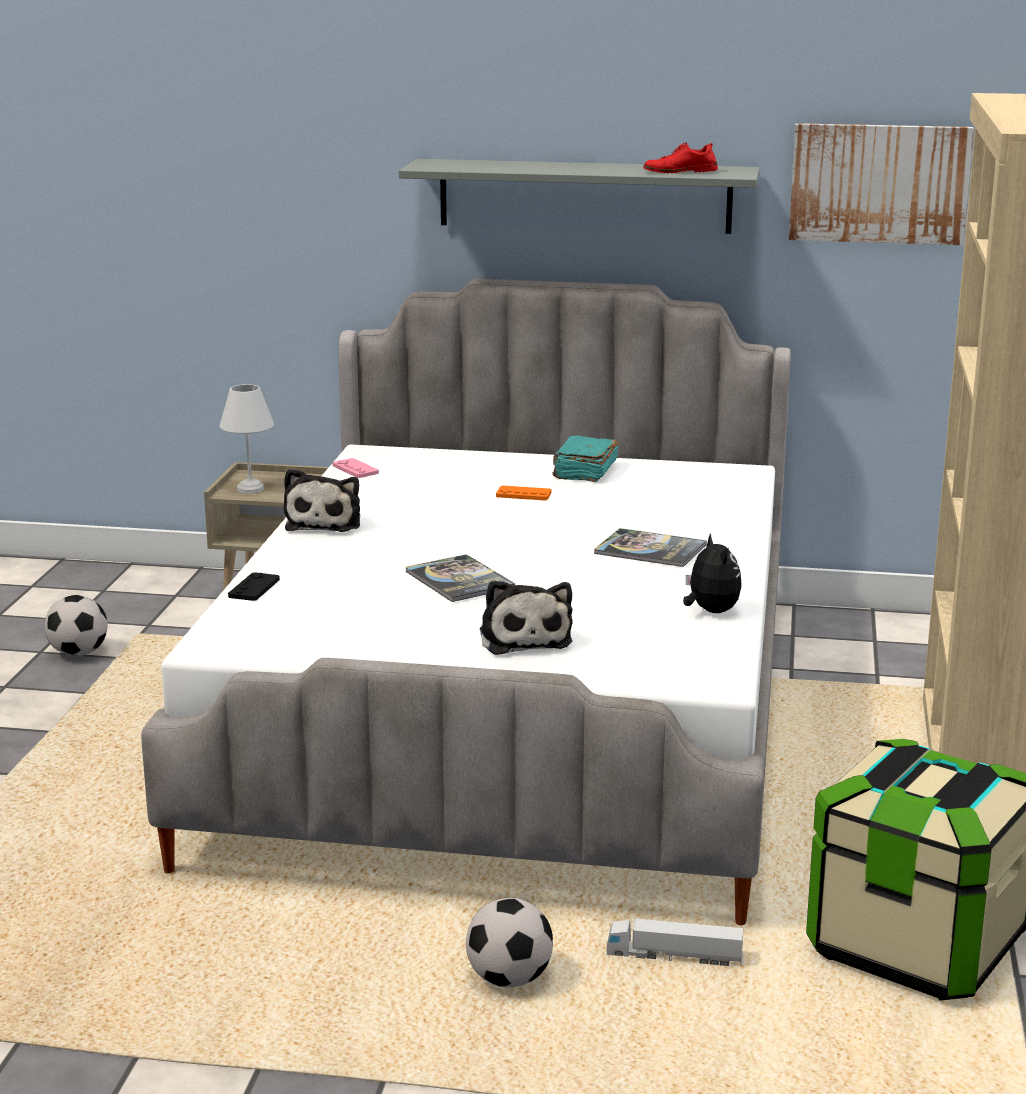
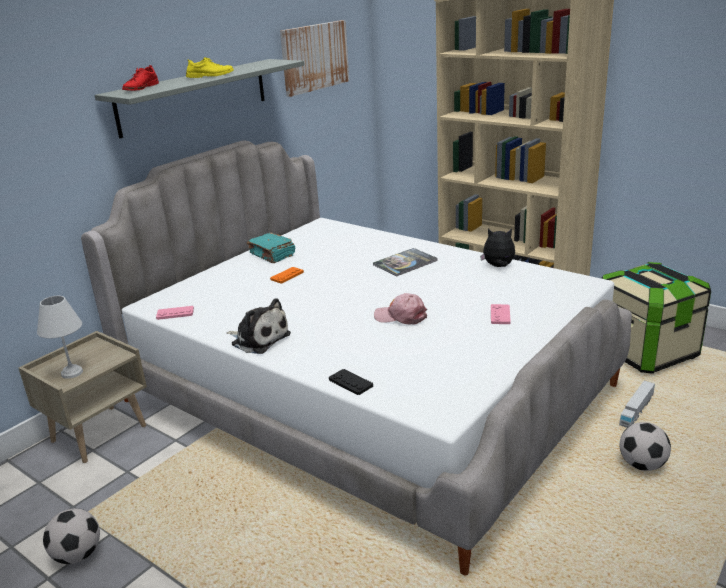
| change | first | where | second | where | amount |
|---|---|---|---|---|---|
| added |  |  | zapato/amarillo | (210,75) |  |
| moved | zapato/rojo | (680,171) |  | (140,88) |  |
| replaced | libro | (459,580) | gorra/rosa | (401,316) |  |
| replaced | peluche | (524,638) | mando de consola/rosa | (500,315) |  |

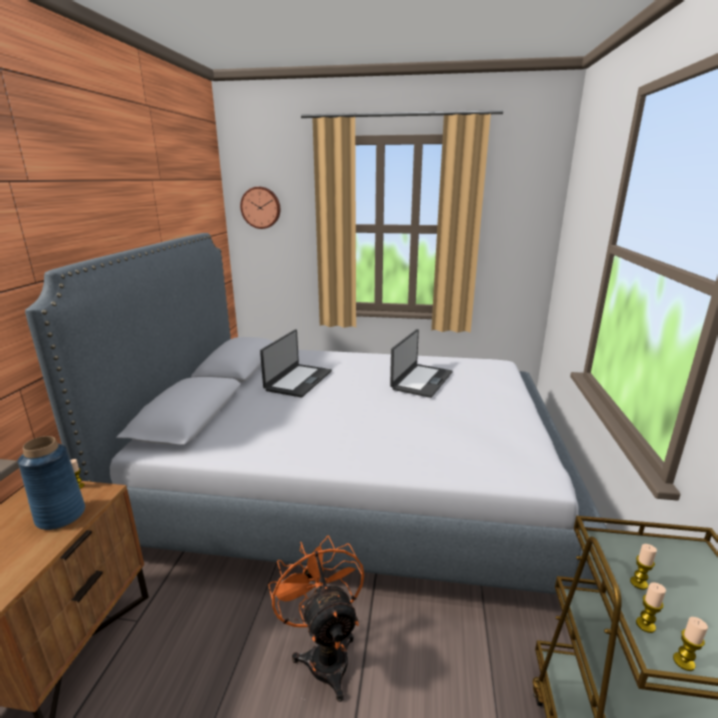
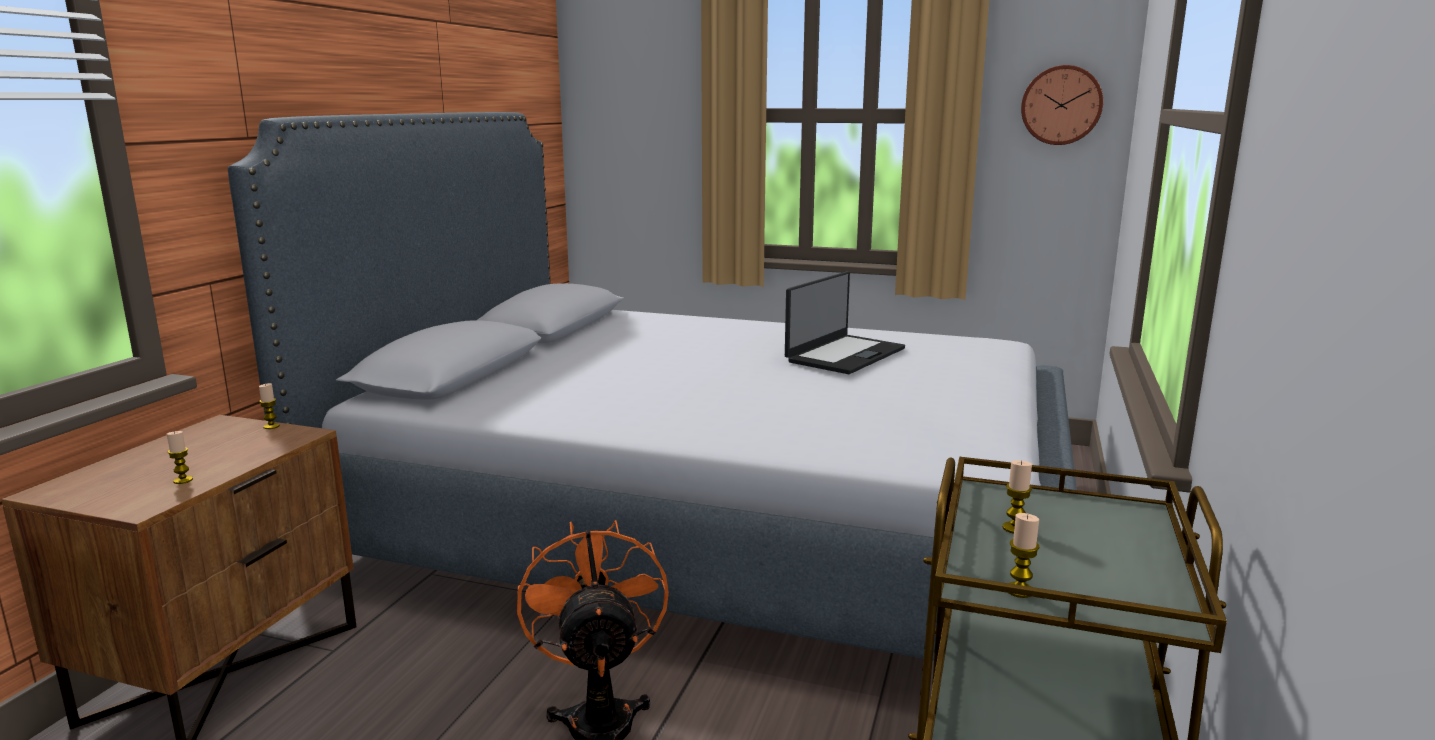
| change | first | where | second | where | amount |
|---|---|---|---|---|---|
| removed | florero/azul | (61,516) |  |  |  |
| removed | portátil | (298,380) |  |  |  |
| moved | reloj de pared | (261,207) |  | (1061,105) |  |
| moved | vela | (645,625) |  | (183,480) |  |

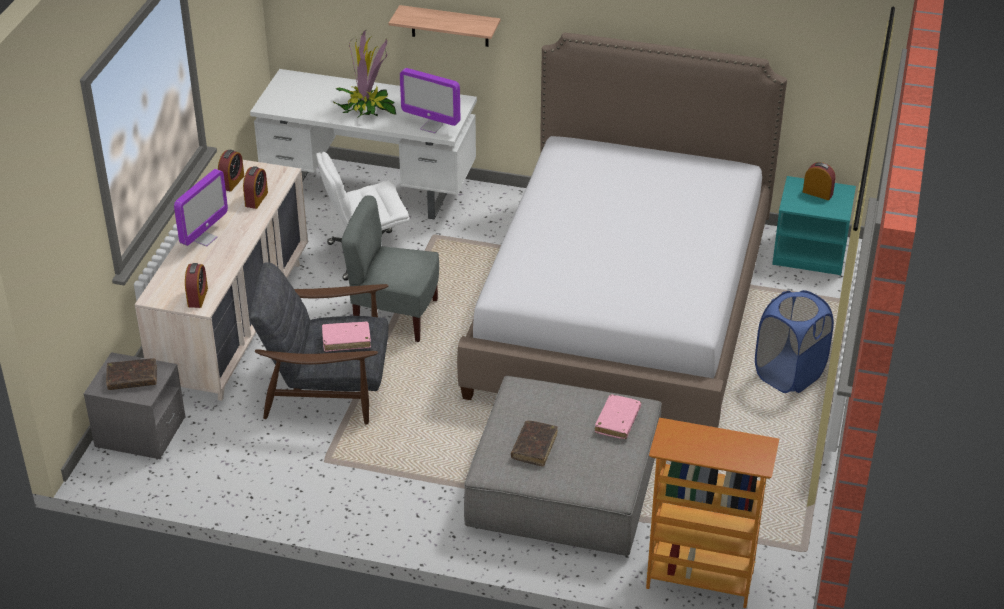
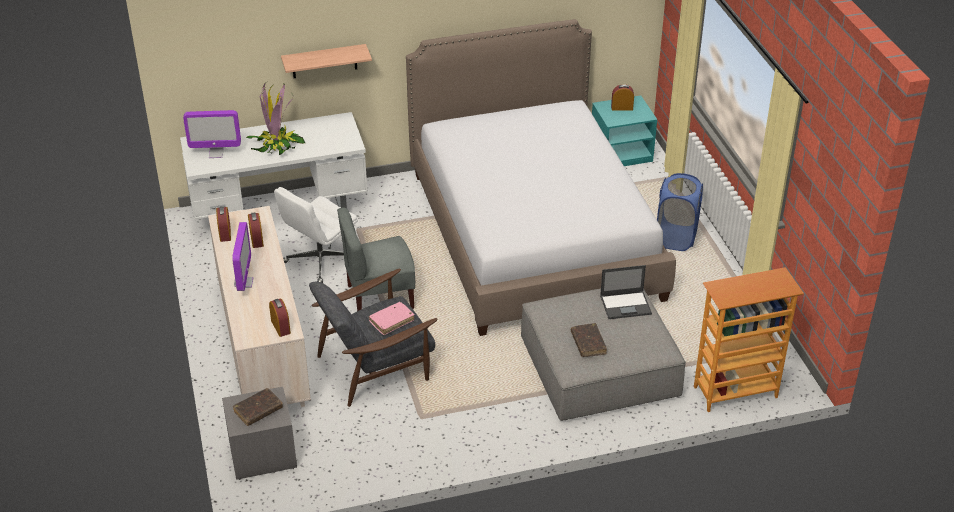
| change | first | where | second | where | amount |
|---|---|---|---|---|---|
| moved | monitor | (431,127) |  | (216,153) |  |
| replaced | libro/rosa | (617,421) | portátil | (626,305) |  |

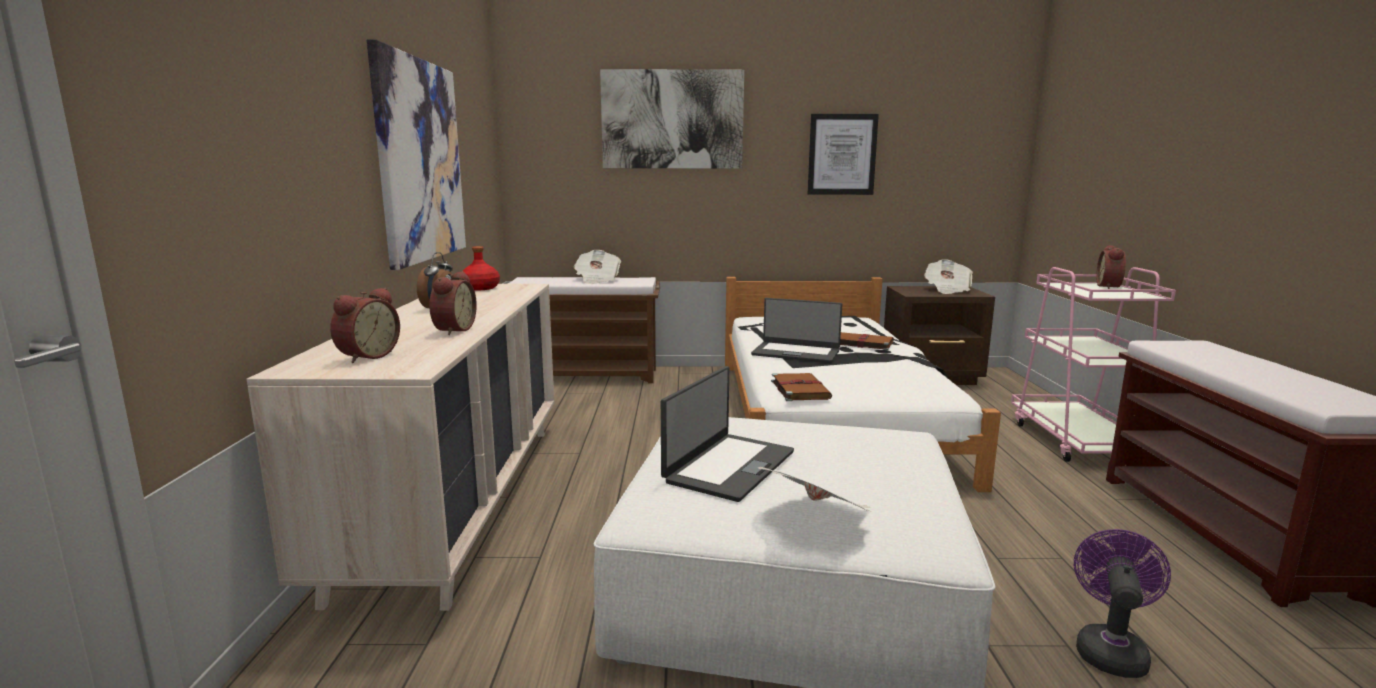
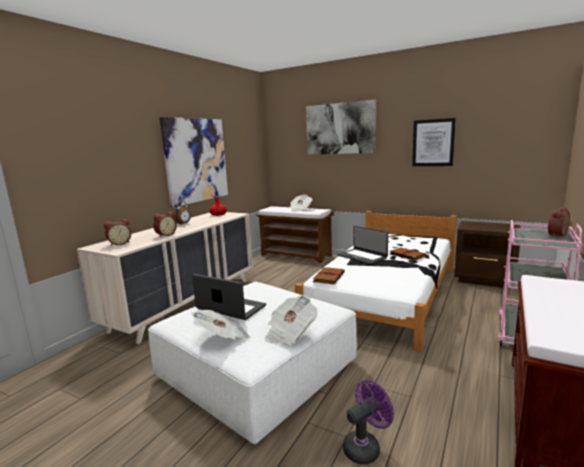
| change | first | where | second | where | amount |
|---|---|---|---|---|---|
| moved | periódico | (947,290) |  | (290,333) |  |
| turned | portátil | (728,466) |  | (230,308) | 120 degrees counterclockwise |

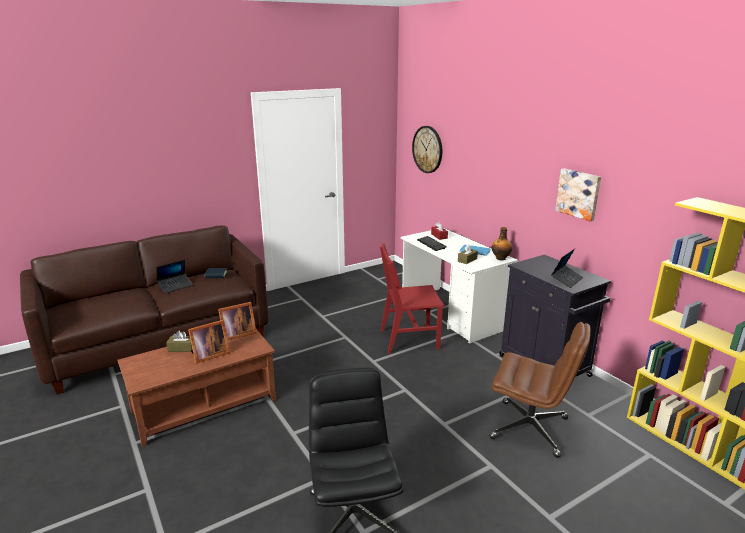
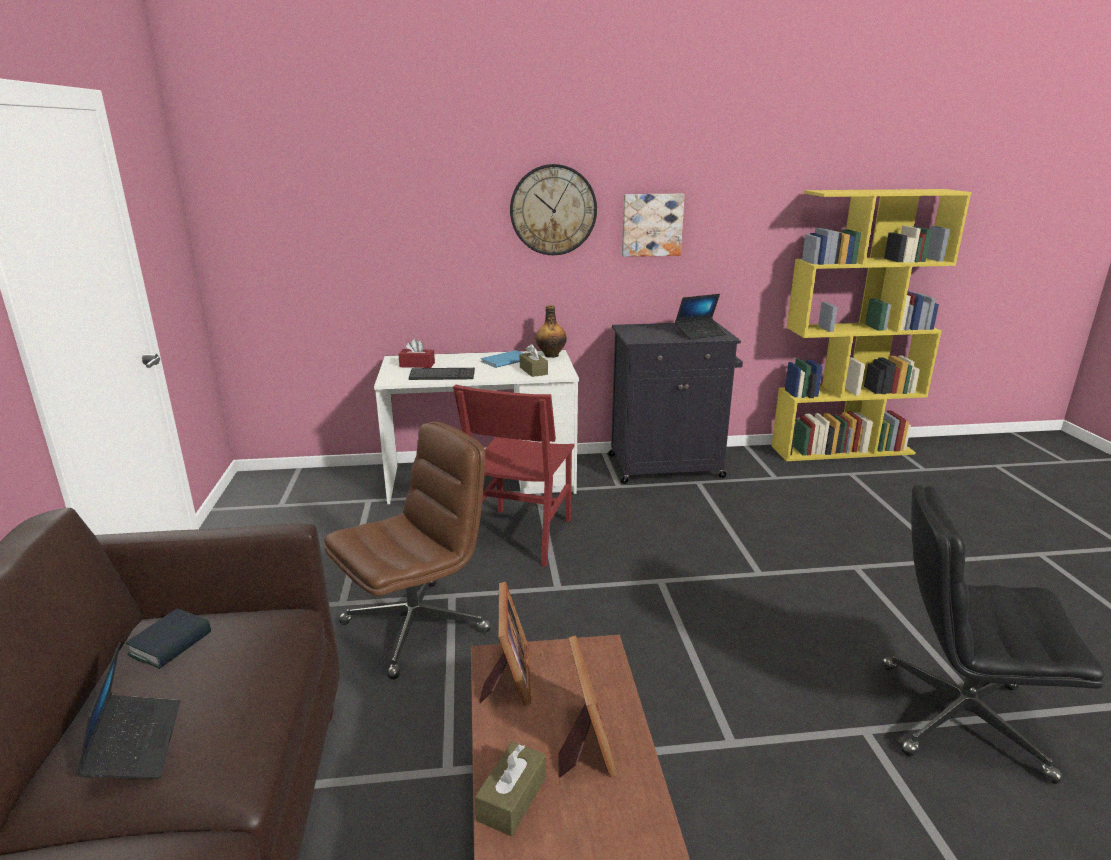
| change | first | where | second | where | amount |
|---|---|---|---|---|---|
| moved | reloj de pared | (427,149) |  | (553,210) |  |
| moved | silla de oficina/marrón | (530,428) |  | (416,626) |  |
| turned | portátil | (566,280) |  | (700,333) | 90 degrees clockwise |

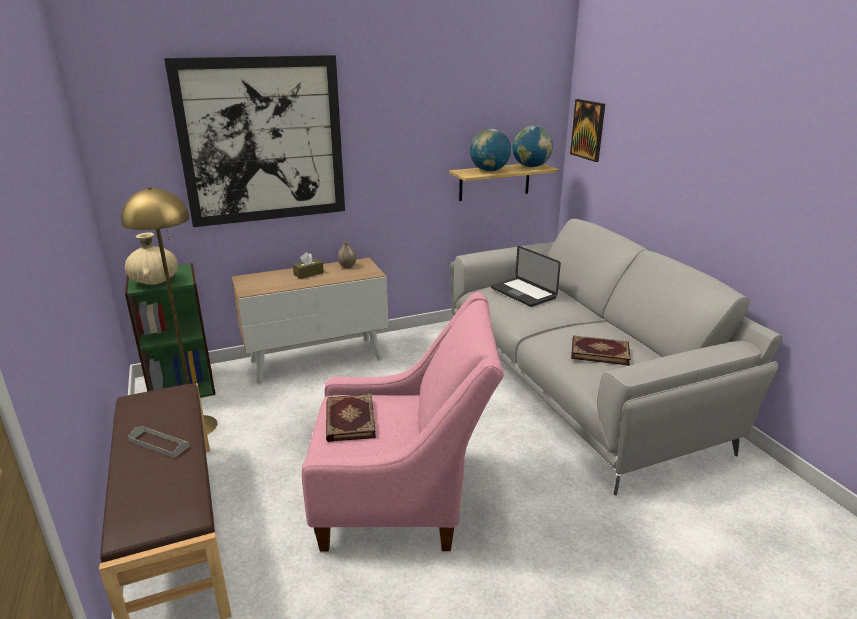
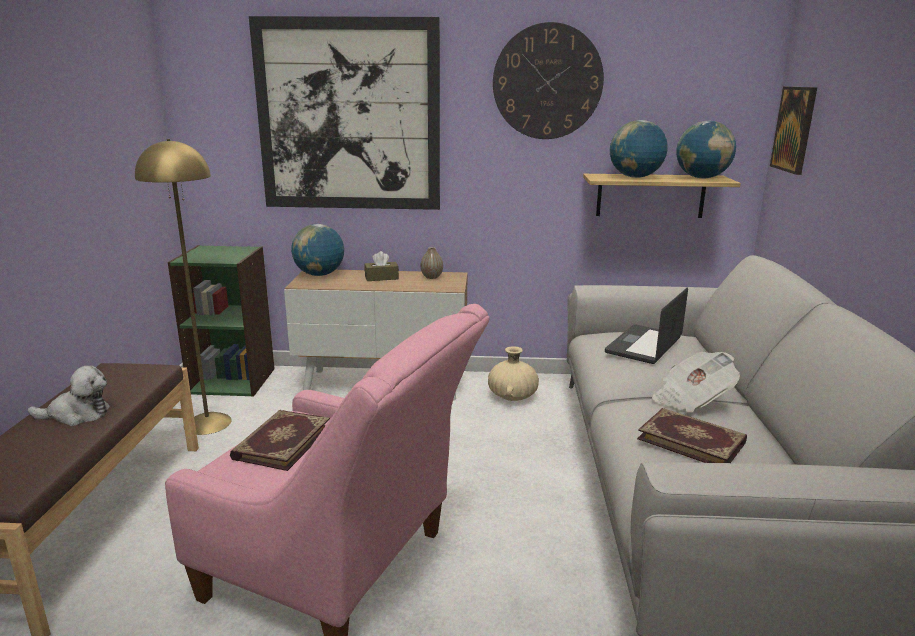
| change | first | where | second | where | amount |
|---|---|---|---|---|---|
| added |  |  | globo terráqueo | (319,274) |  |
| added |  |  | reloj de pared | (547,82) |  |
| added |  |  | periódico | (691,399) |  |
| moved | florero/beis | (154,281) |  | (512,396) |  |
| replaced | bandeja/gris | (159,444) | peluche | (77,415) |  |
| turned | portátil | (523,293) |  | (644,345) | 45 degrees clockwise |

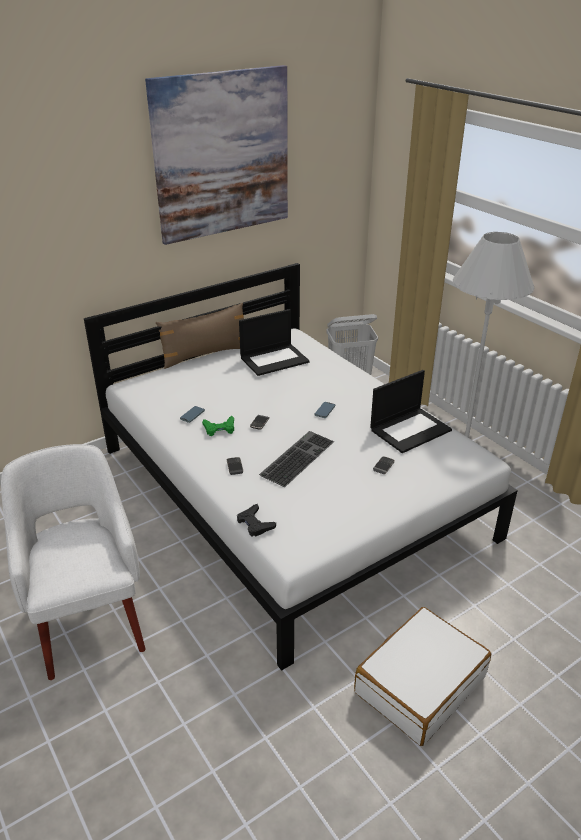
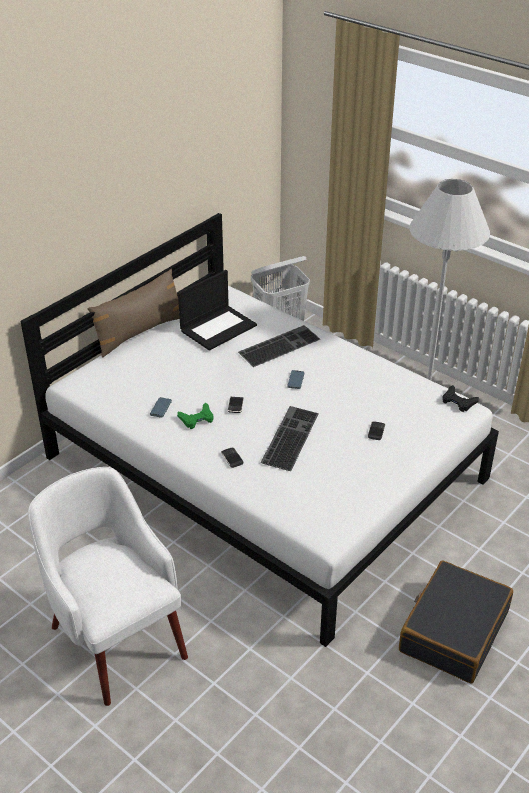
| change | first | where | second | where | amount |
|---|---|---|---|---|---|
| removed | cuadro | (222,155) |  |  |  |
| removed | portátil | (410,429) |  |  |  |
| added |  |  | teclado | (279,345) |  |
| moved | mando de consola/negro | (255,524) |  | (458,401) |  |
| recoloured | maleta/blanco | (419,684) | maleta/negro | (453,631) |  |

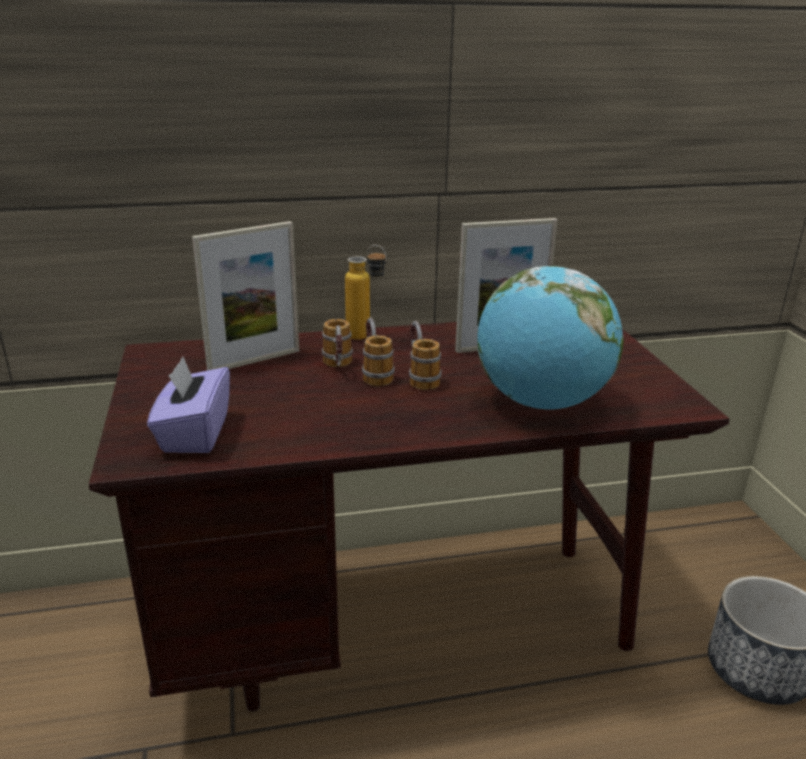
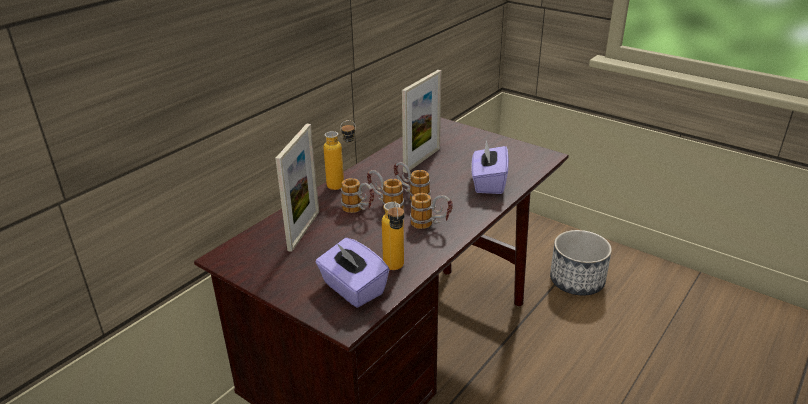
| change | first | where | second | where | amount |
|---|---|---|---|---|---|
| added |  |  | botella | (395,270) |  |
| added |  |  | taza grande | (431,225) |  |
| replaced | globo terráqueo | (541,402) | caja de pañuelos/morado | (488,183) |  |

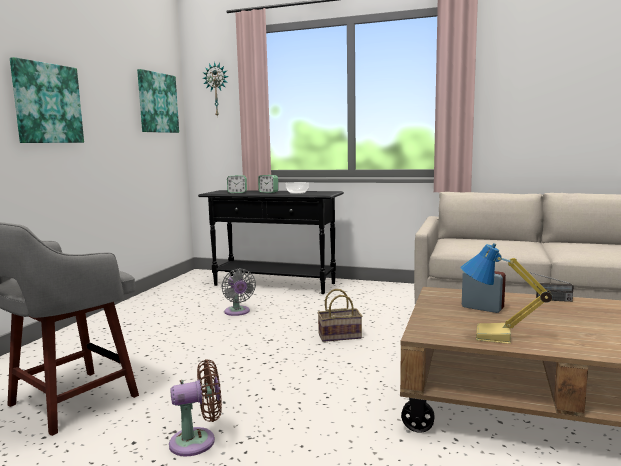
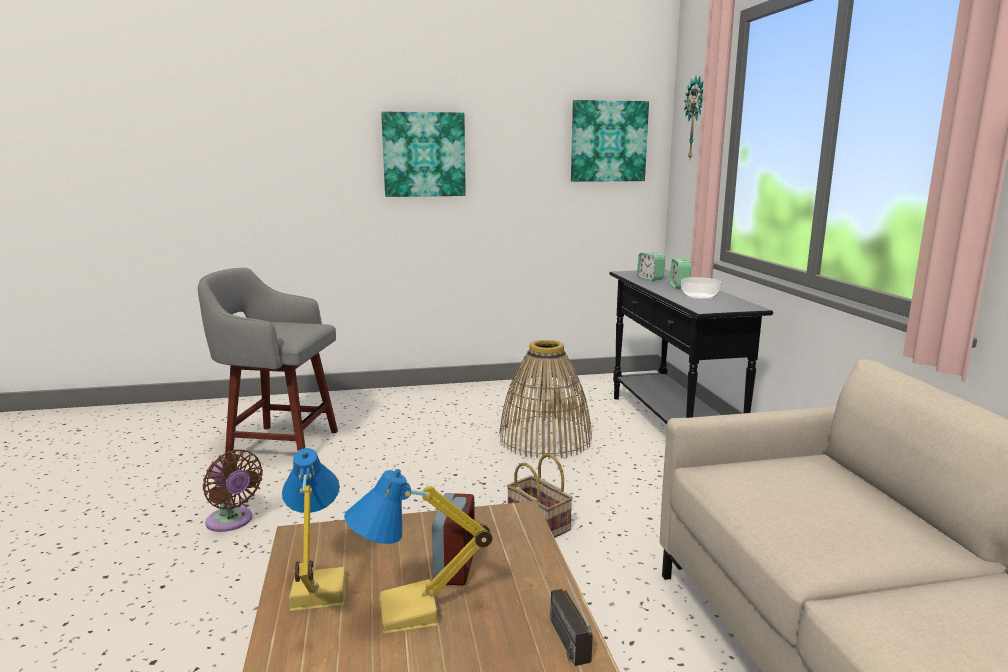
| change | first | where | second | where | amount |
|---|---|---|---|---|---|
| added |  |  | lámpara de mesa | (409,613) |  |
| replaced | ventilador/gris | (237,312) | cesta | (545,439) |  |

